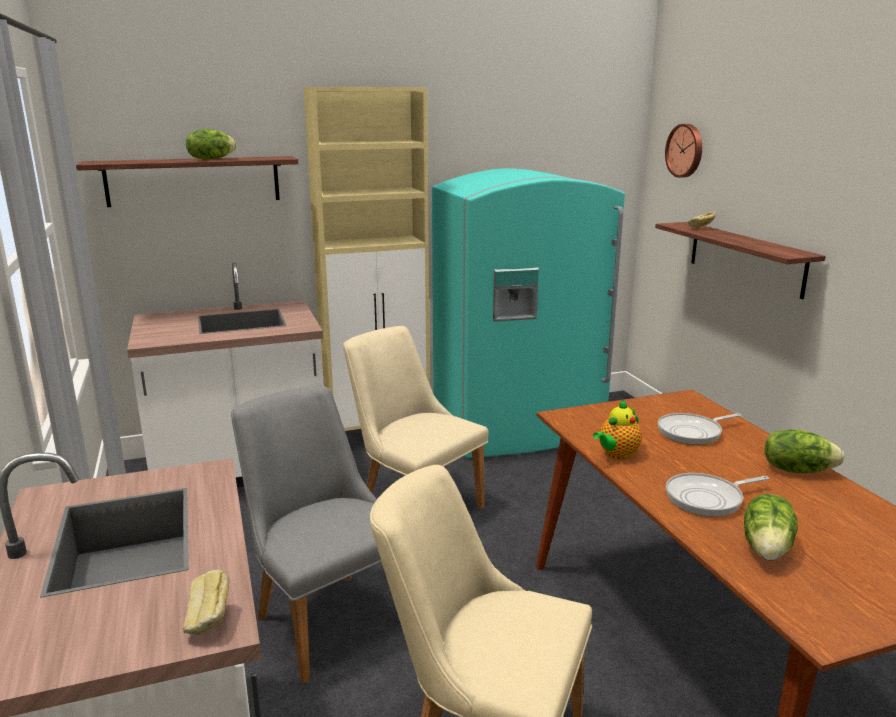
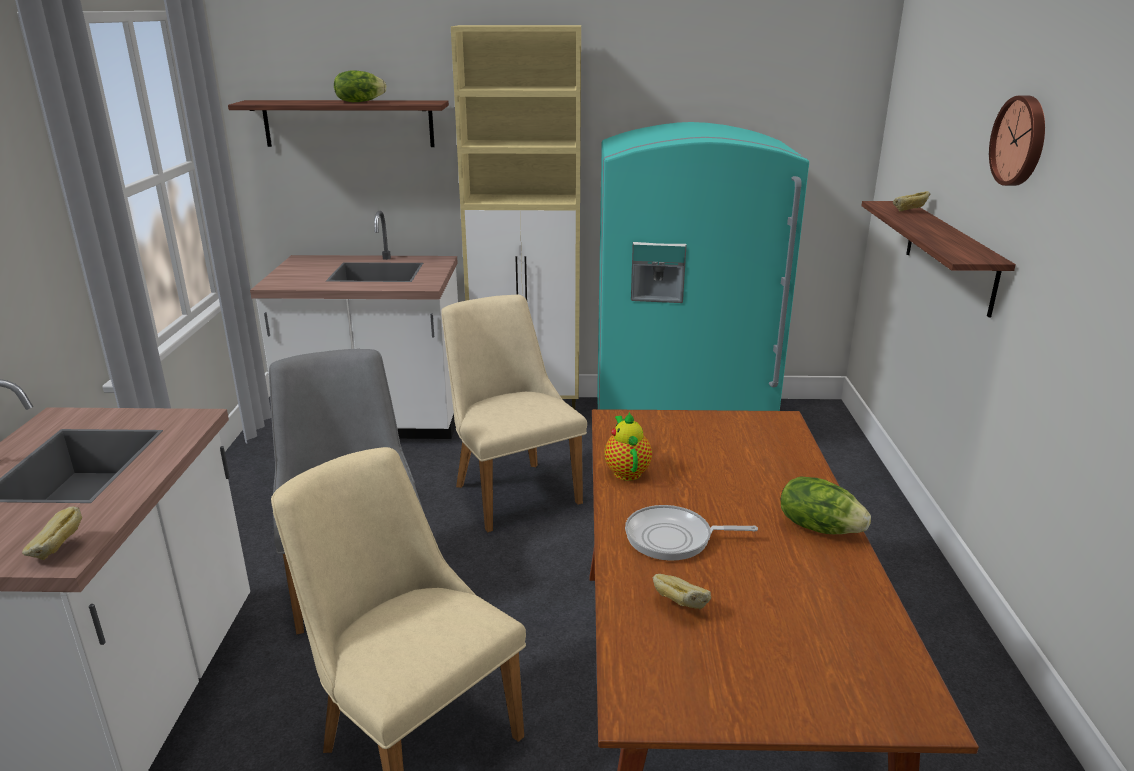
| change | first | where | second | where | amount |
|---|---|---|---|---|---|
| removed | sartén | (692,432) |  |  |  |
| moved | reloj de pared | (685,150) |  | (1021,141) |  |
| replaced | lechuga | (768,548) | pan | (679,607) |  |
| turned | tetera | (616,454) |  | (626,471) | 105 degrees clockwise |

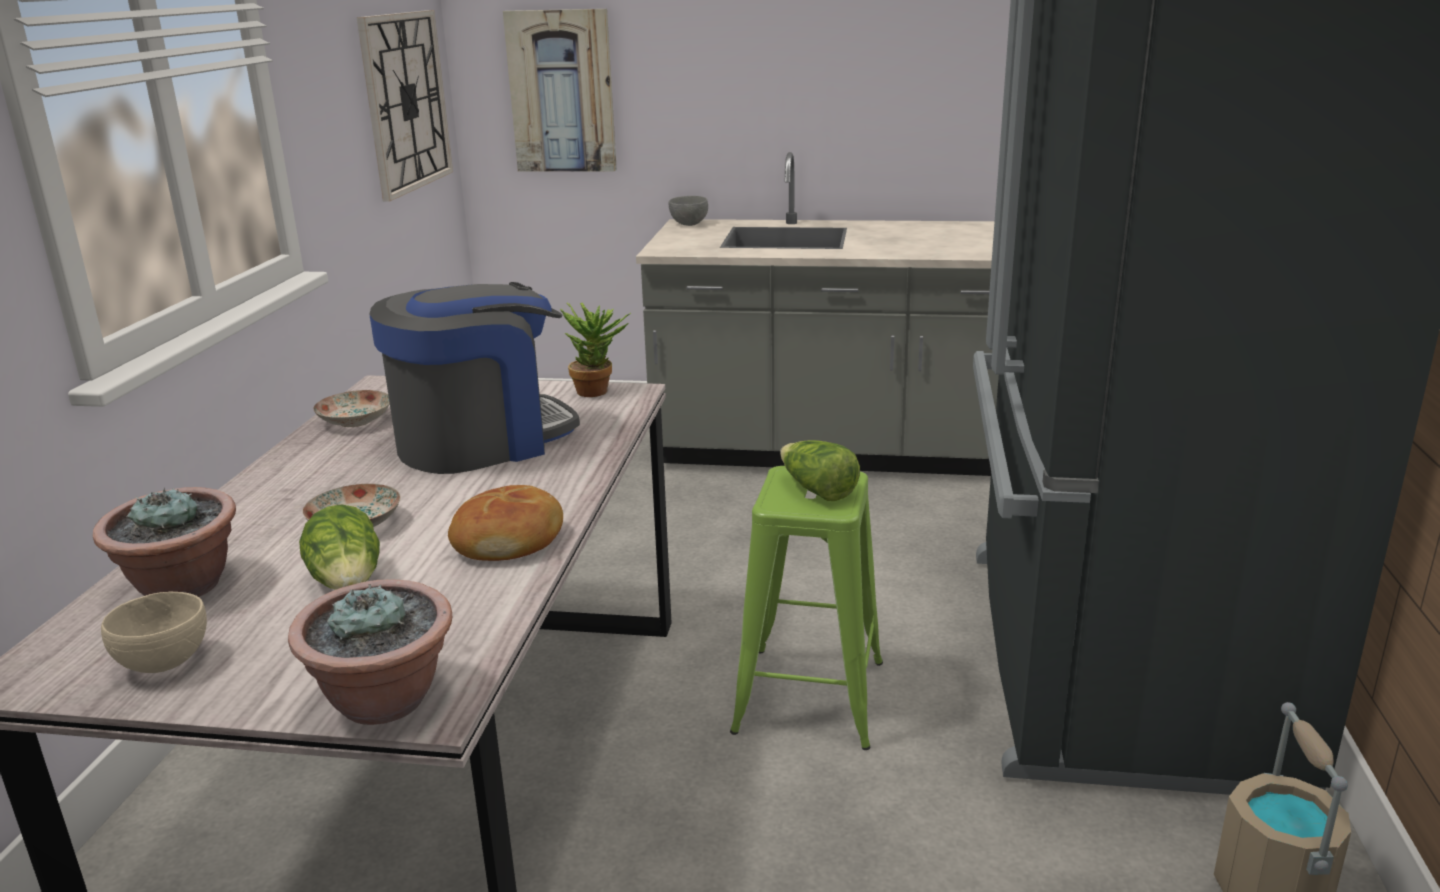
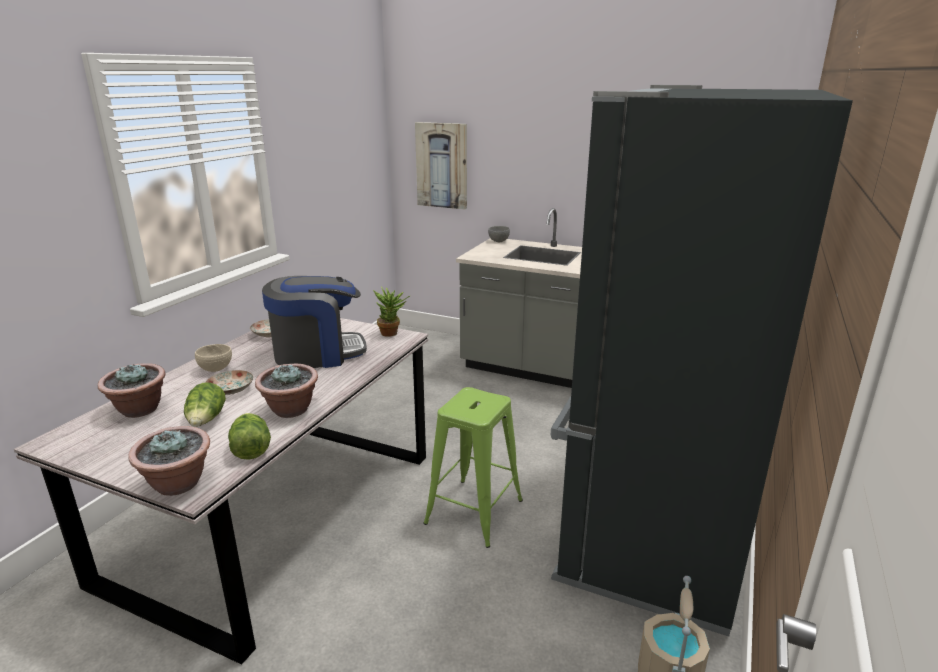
| change | first | where | second | where | amount |
|---|---|---|---|---|---|
| removed | reloj de pared | (406,102) |  |  |  |
| moved | cuenco/beis | (163,663) |  | (215,369) |  |
| moved | lechuga | (817,490) |  | (250,448) |  |
| replaced | pan | (510,540) | planta en maceta | (291,410) |  |

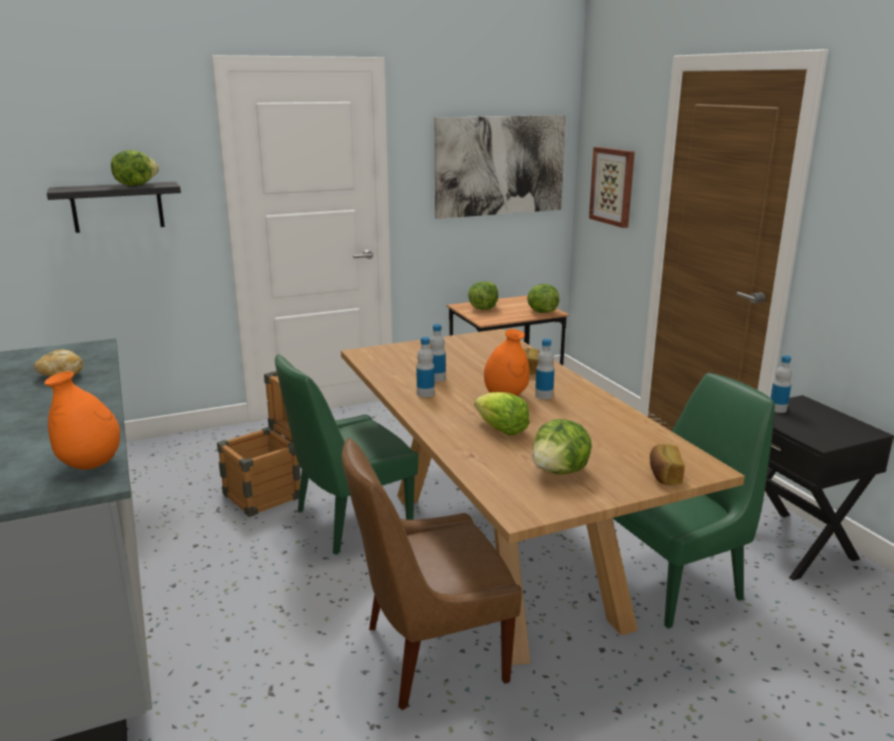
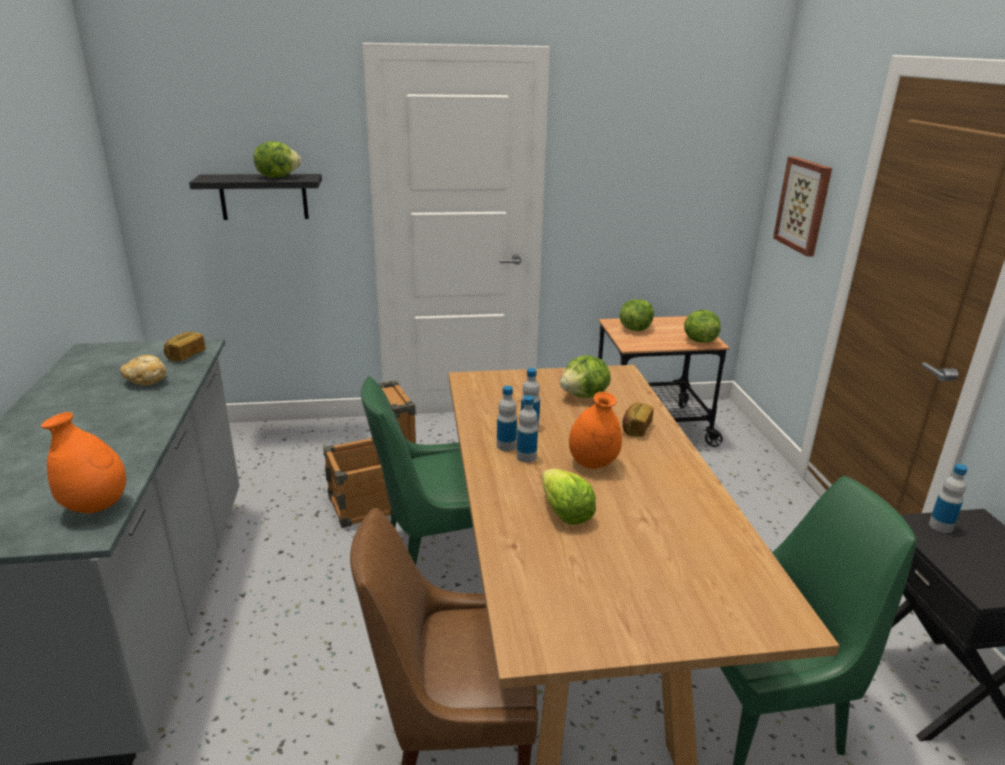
| change | first | where | second | where | amount |
|---|---|---|---|---|---|
| removed | cuadro | (500,165) |  |  |  |
| moved | lechuga | (560,471) |  | (585,396) |  |
| moved | botella | (544,396) |  | (526,457) |  |
| moved | pan | (664,475) |  | (185,355) |  |

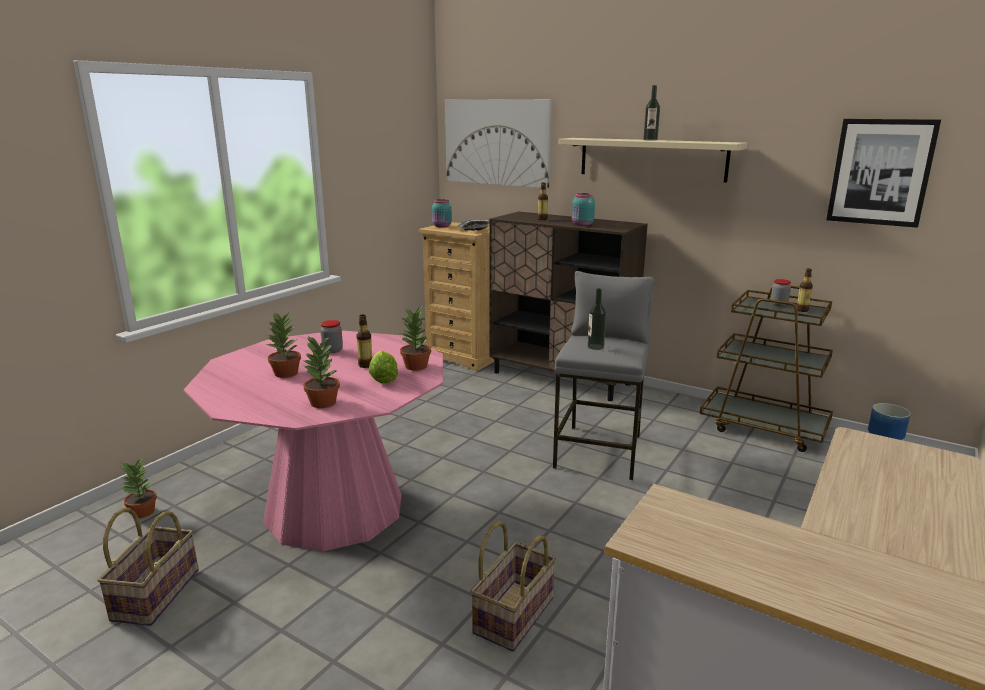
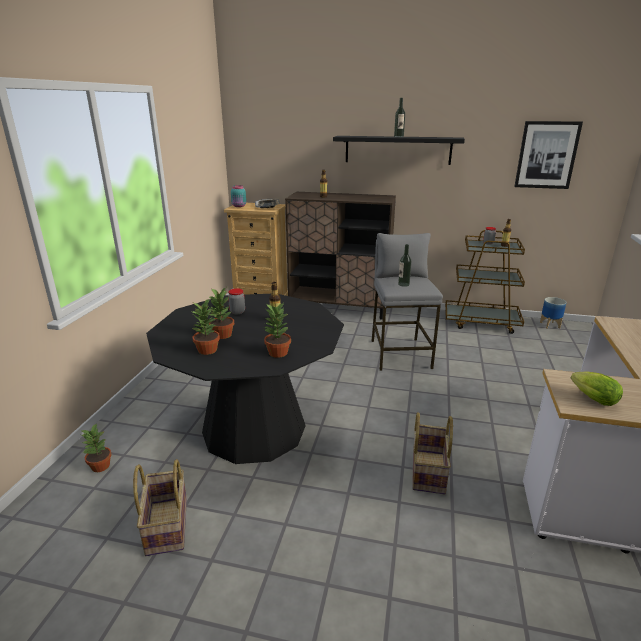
| change | first | where | second | where | amount |
|---|---|---|---|---|---|
| removed | cuadro | (497,142) |  |  |  |
| removed | tarro/turquesa | (582,224) |  |  |  |
| moved | lechuga | (383,378) |  | (591,398) |  |
| moved | planta en maceta | (416,366) |  | (208,350) |  |
| recoloured | mesa de comedor/rosa | (334,508) | mesa de comedor/negro | (254,429) |  |
| recoloured | estante/beis | (651,159) | estante/negro | (397,150) |  |

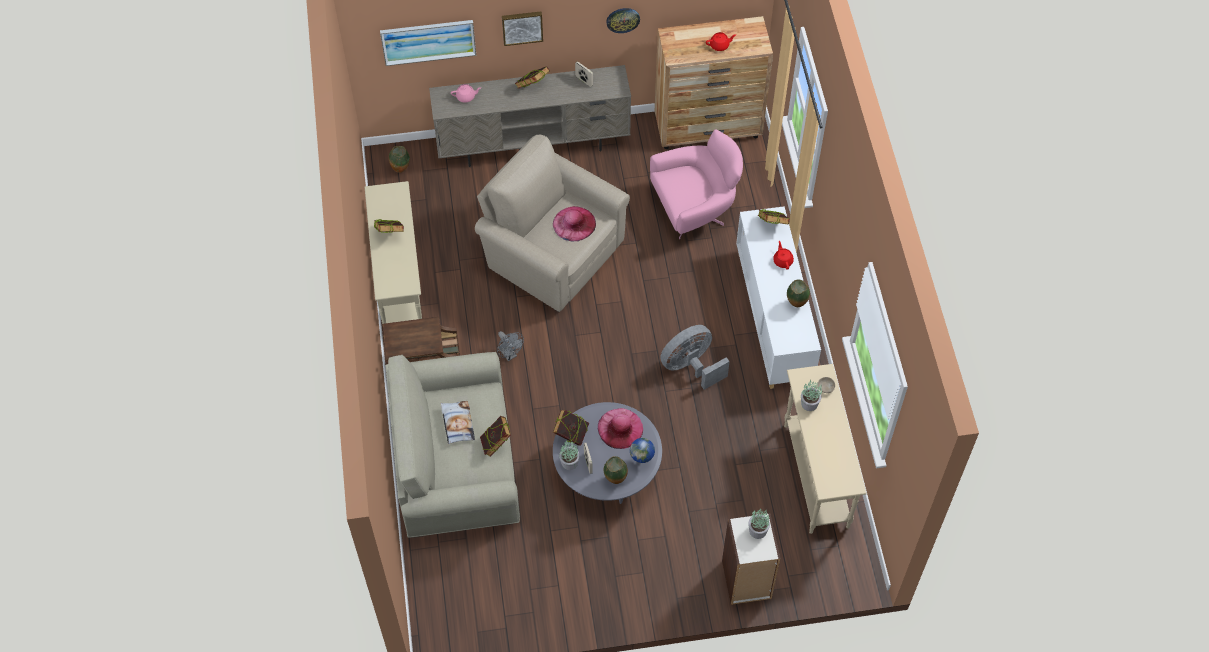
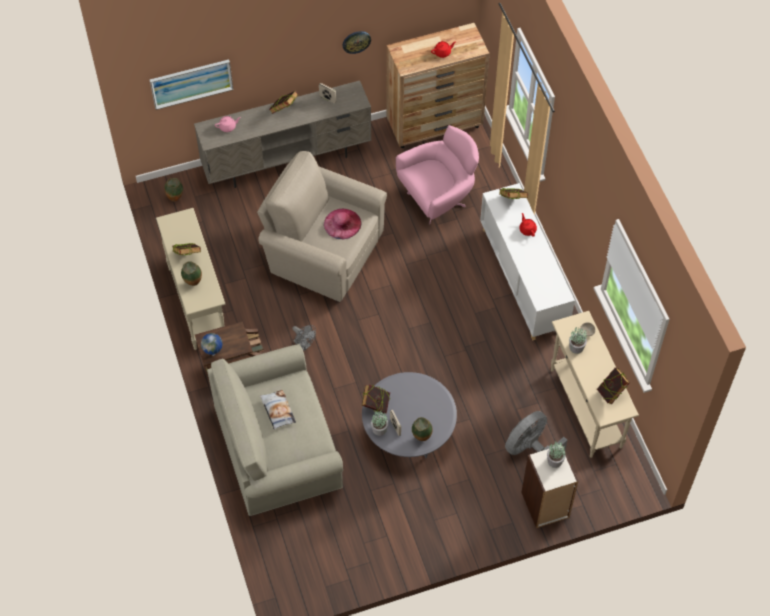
| change | first | where | second | where | amount |
|---|---|---|---|---|---|
| removed | cuadro | (522,27) |  |  |  |
| removed | sombrero/rosa | (620,428) |  |  |  |
| moved | libro | (496,444) |  | (611,393) |  |
| moved | globo terráqueo | (642,461) |  | (214,354) |  |
| moved | ventilador/gris | (691,367) |  | (530,448) |  |
| moved | florero | (796,305) |  | (193,284) |  |

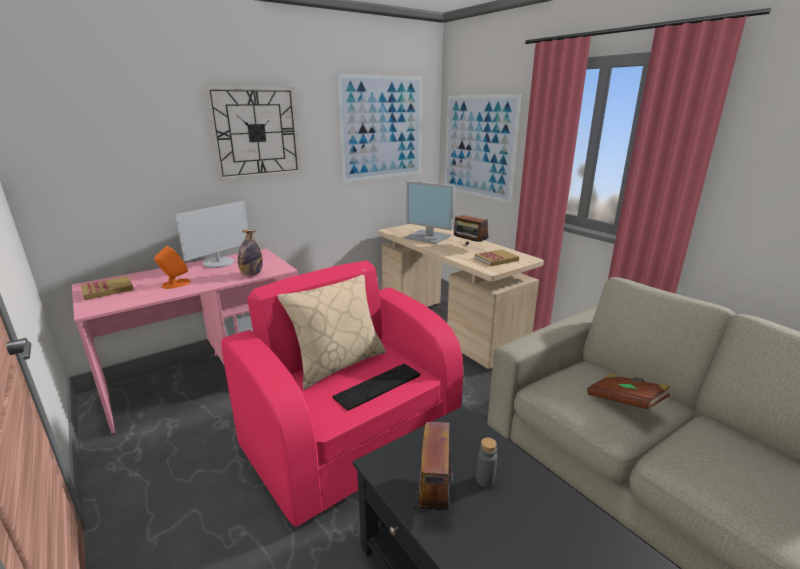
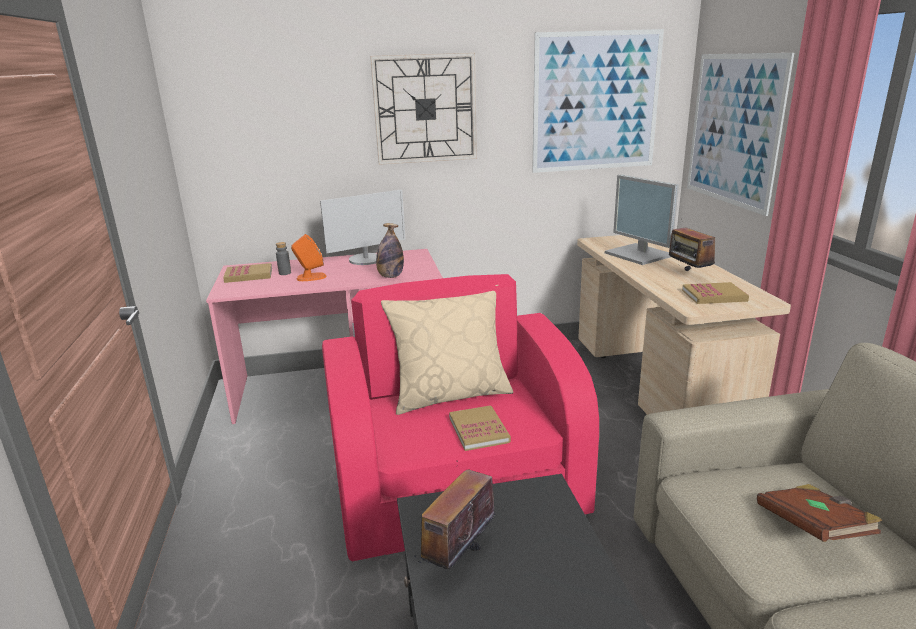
| change | first | where | second | where | amount |
|---|---|---|---|---|---|
| moved | botella/gris | (485,480) |  | (285,273) |  |
| replaced | teclado | (378,387) | libro | (479,430) |  |

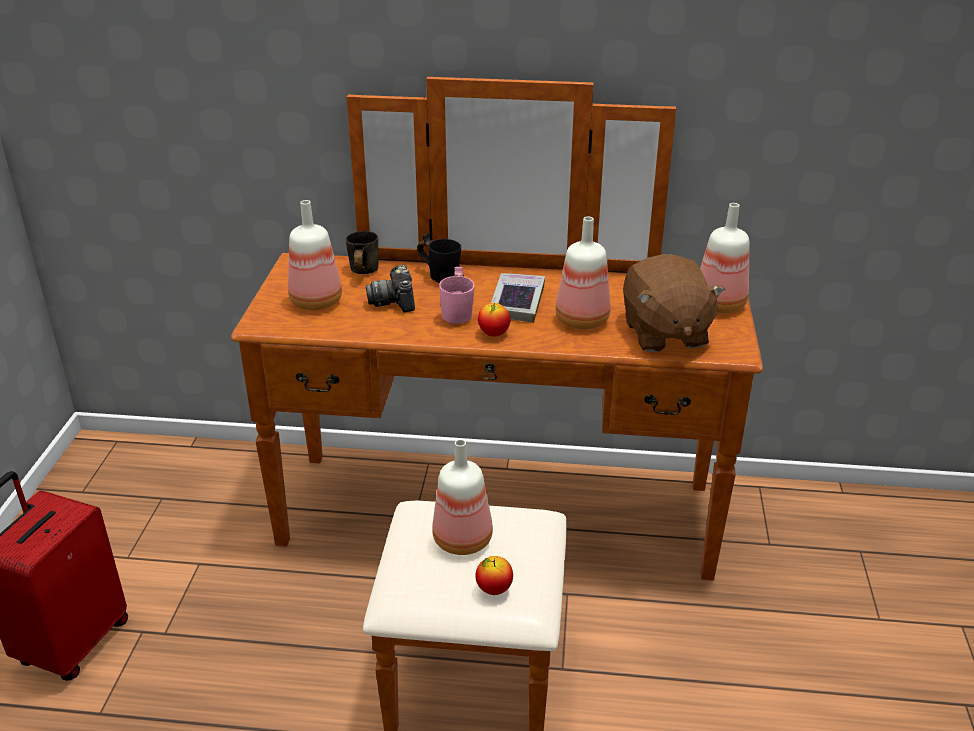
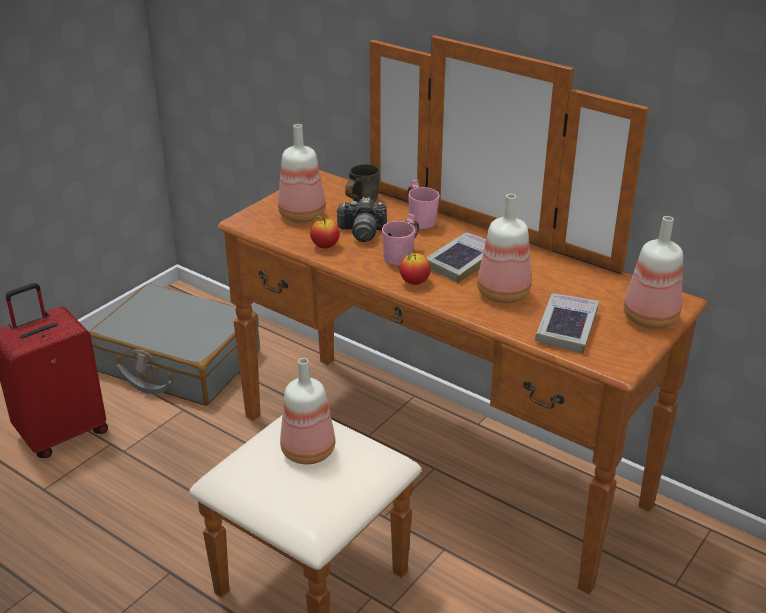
| change | first | where | second | where | amount |
|---|---|---|---|---|---|
| added |  |  | maleta/gris | (178,362) |  |
| moved | manzana | (494,589) |  | (325,246) |  |
| replaced | peluche/marrón | (664,333) | libro | (566,328) |  |
| recoloured | taza grande/negro | (441,275) | taza grande/rosa | (422,221) |  |
| turned | cámara | (394,301) |  | (362,232) | 105 degrees counterclockwise |

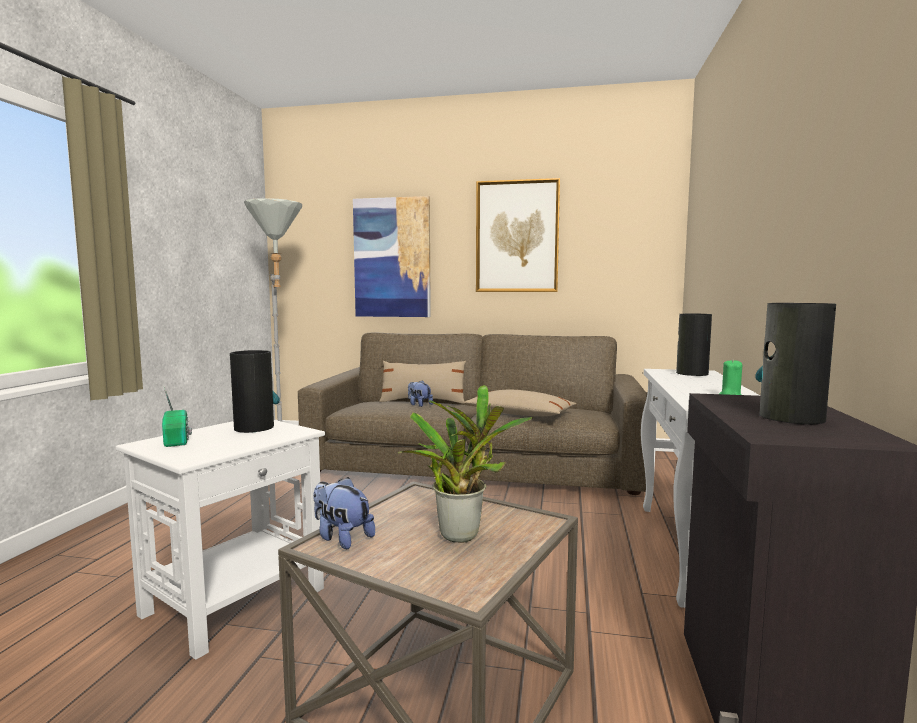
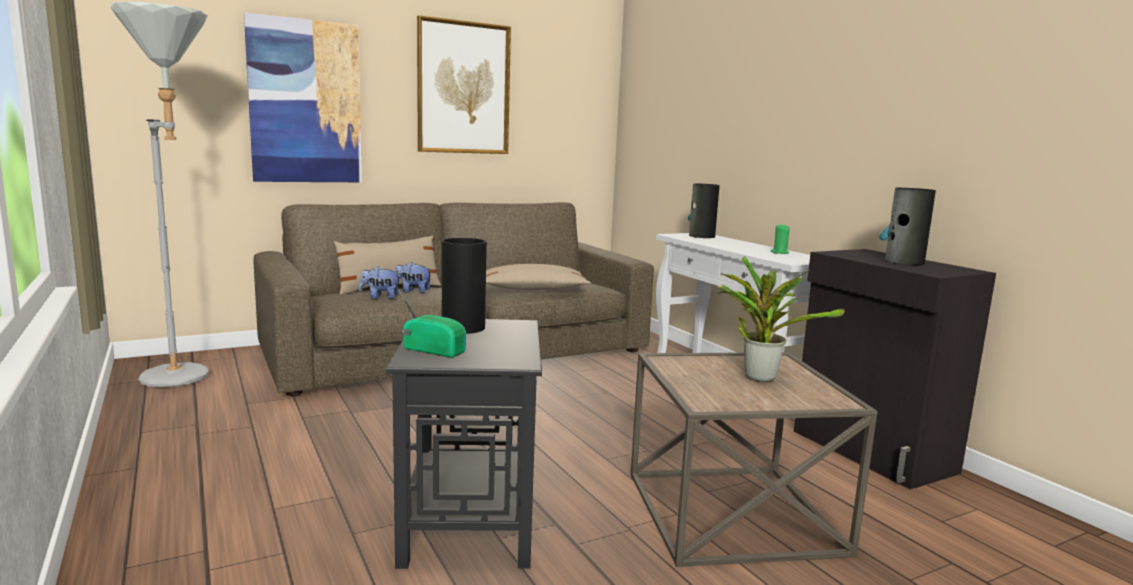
| change | first | where | second | where | amount |
|---|---|---|---|---|---|
| moved | peluche | (341,538) |  | (380,297) |  |
| recoloured | mesa auxiliar/blanco | (236,600) | mesa auxiliar/negro | (469,521) |  |

